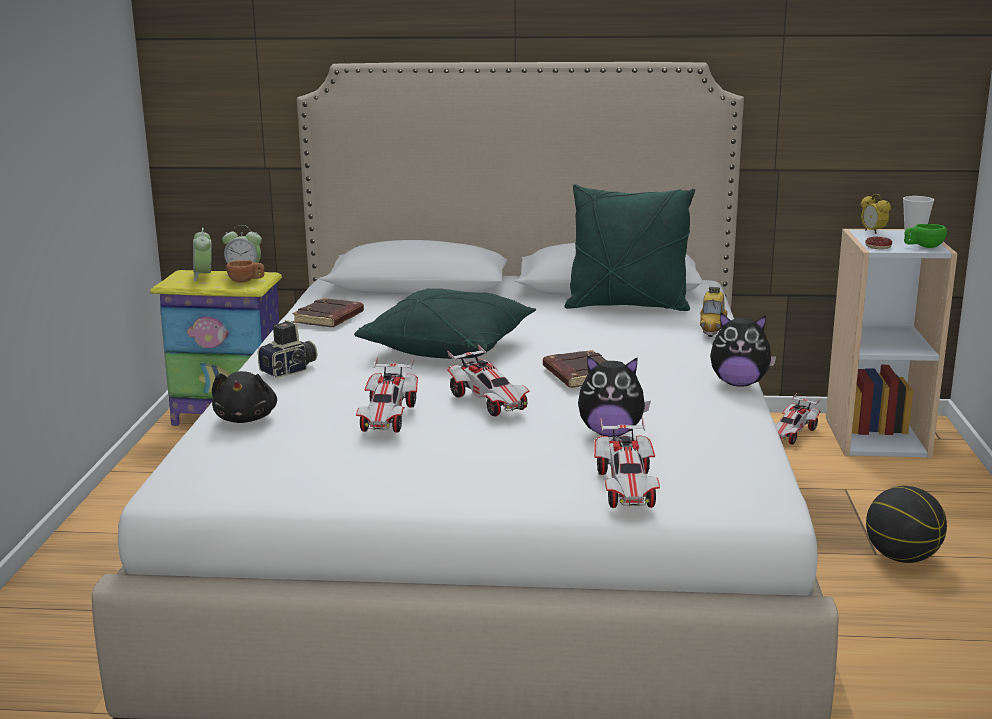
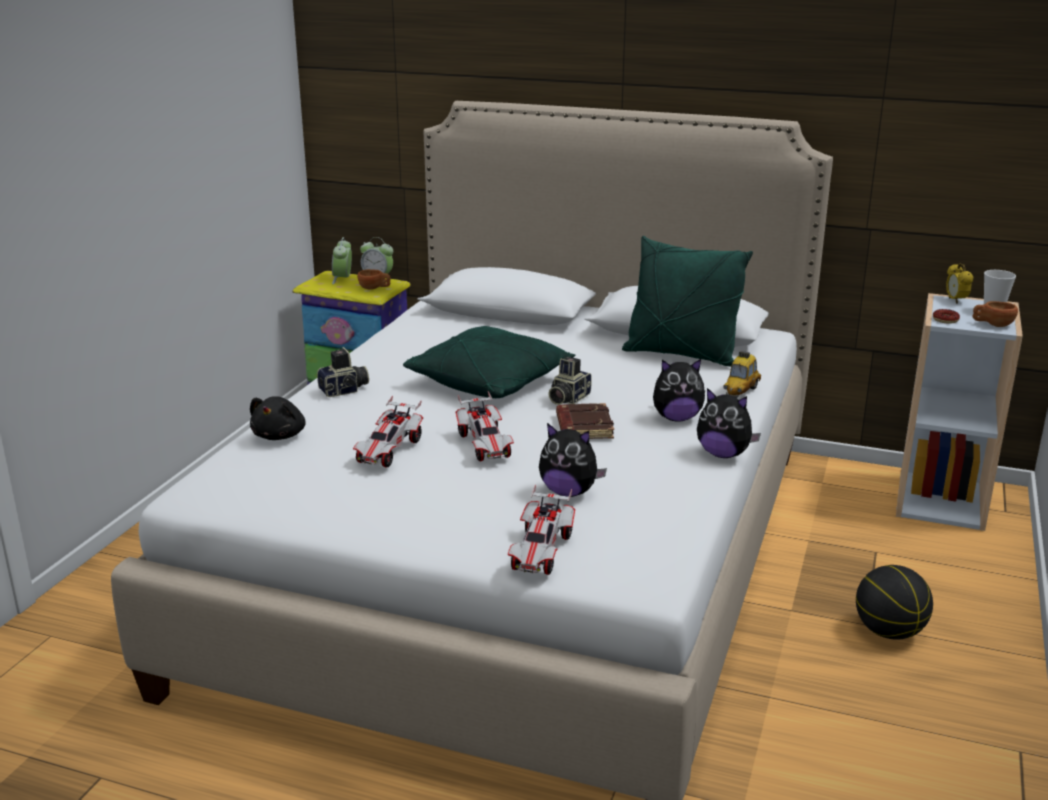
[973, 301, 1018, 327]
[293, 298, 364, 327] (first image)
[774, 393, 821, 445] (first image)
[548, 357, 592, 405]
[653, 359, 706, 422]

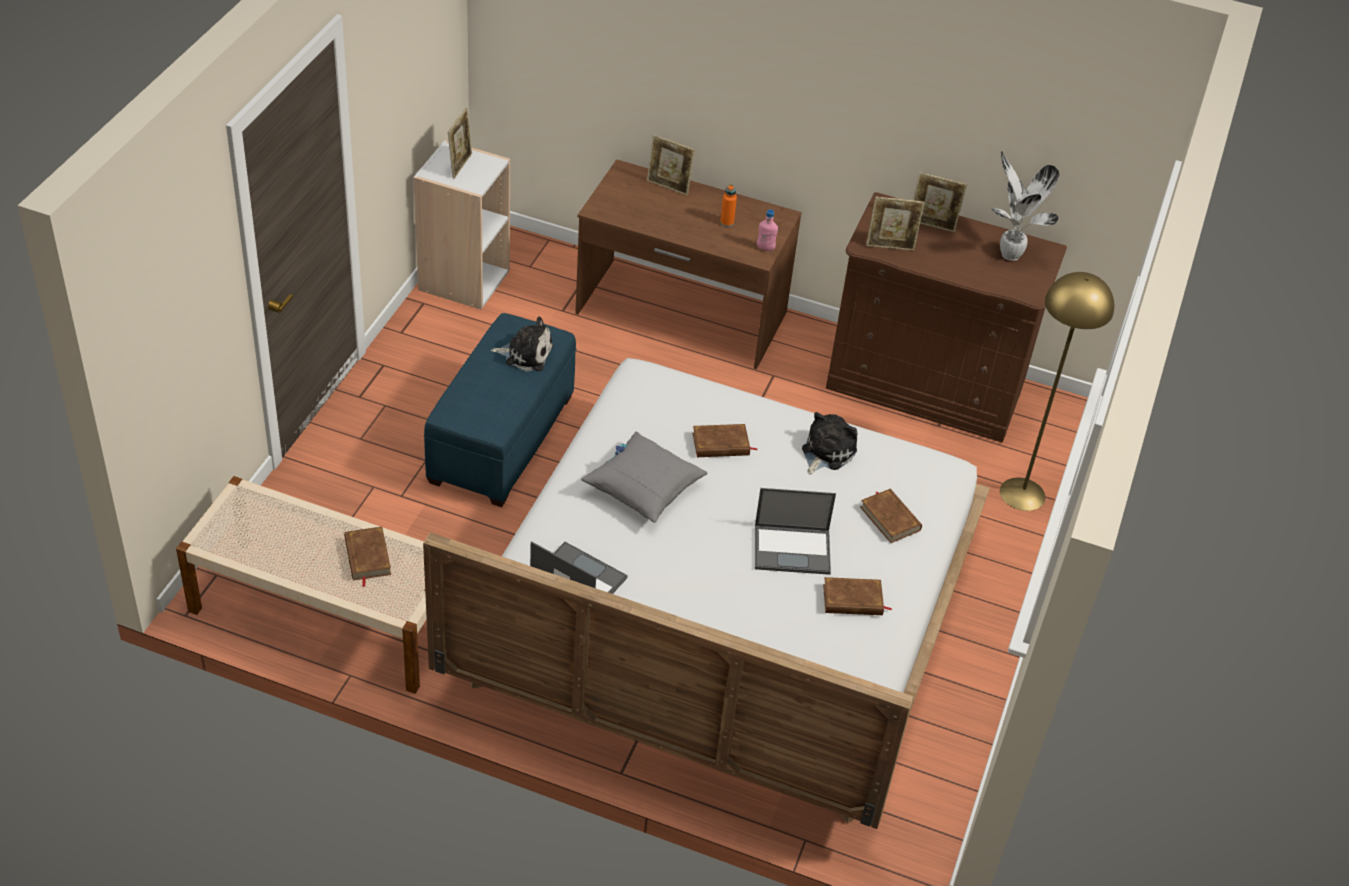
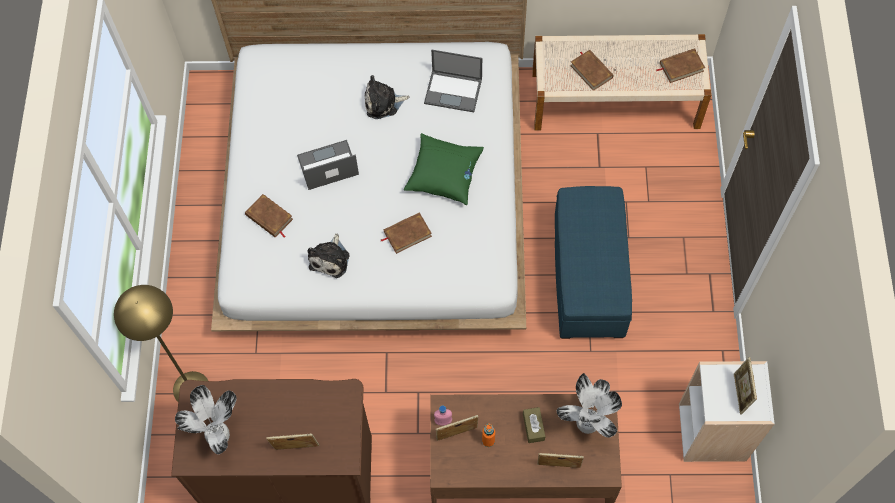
[436, 415, 478, 441]
[365, 75, 410, 119]
[404, 133, 484, 205]
[656, 48, 705, 83]
[557, 373, 622, 438]
[523, 407, 545, 443]

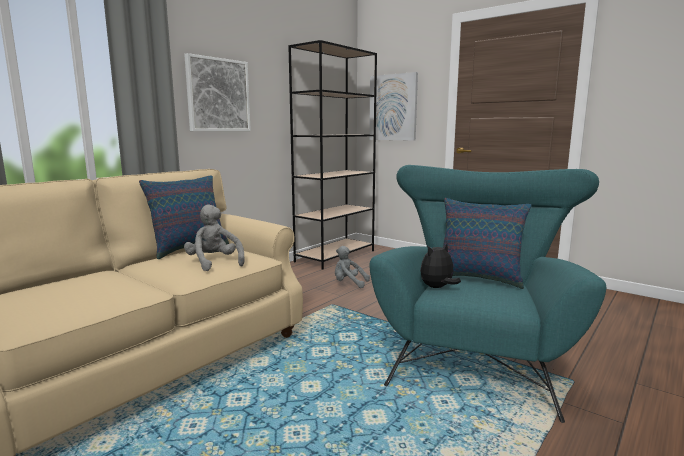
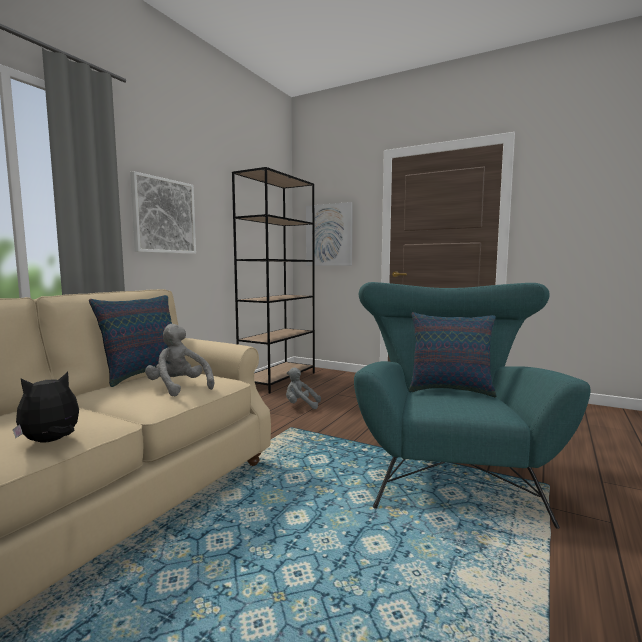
[13, 372, 79, 443]

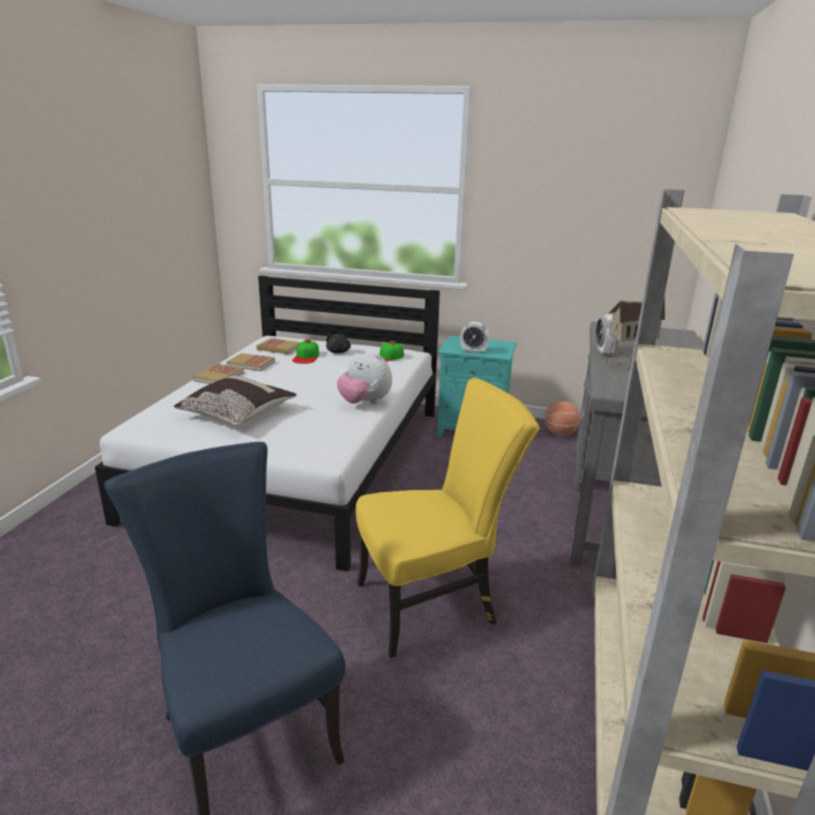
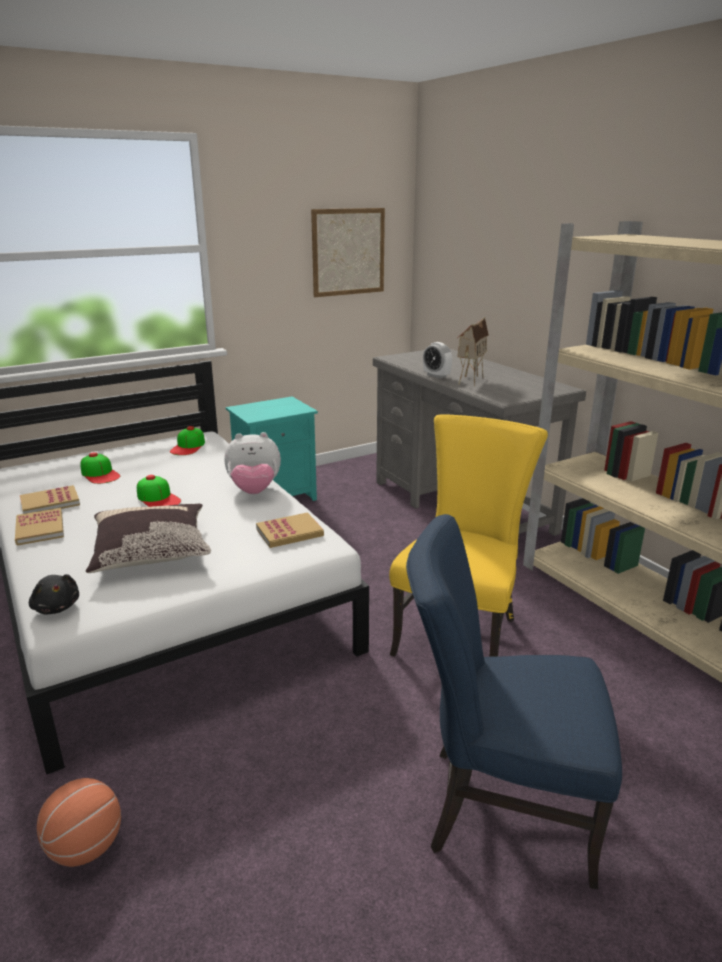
[460, 322, 489, 354] (first image)
[29, 574, 79, 615]
[256, 512, 324, 548]
[37, 778, 121, 867]
[311, 207, 385, 297]
[137, 475, 181, 507]

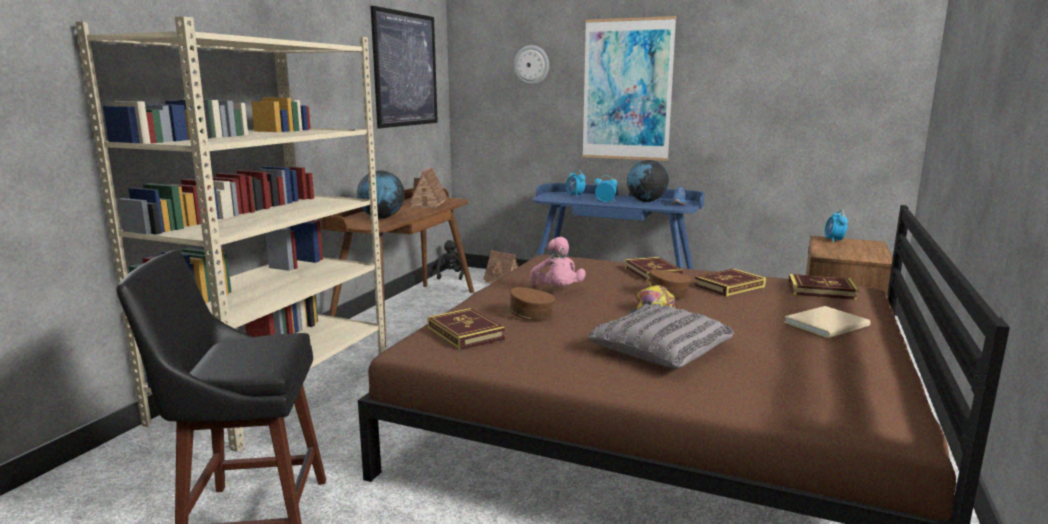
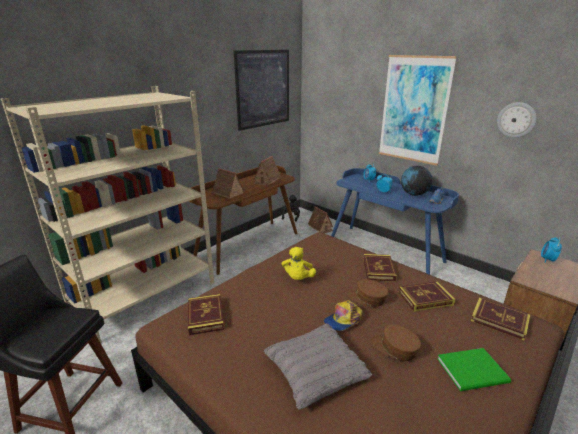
[497, 102, 537, 138]
[211, 168, 244, 199]
[282, 247, 316, 280]
[372, 324, 421, 361]
[437, 348, 511, 391]

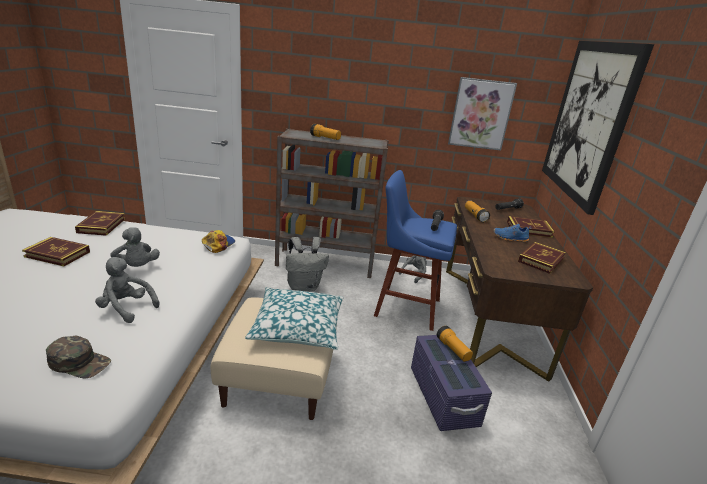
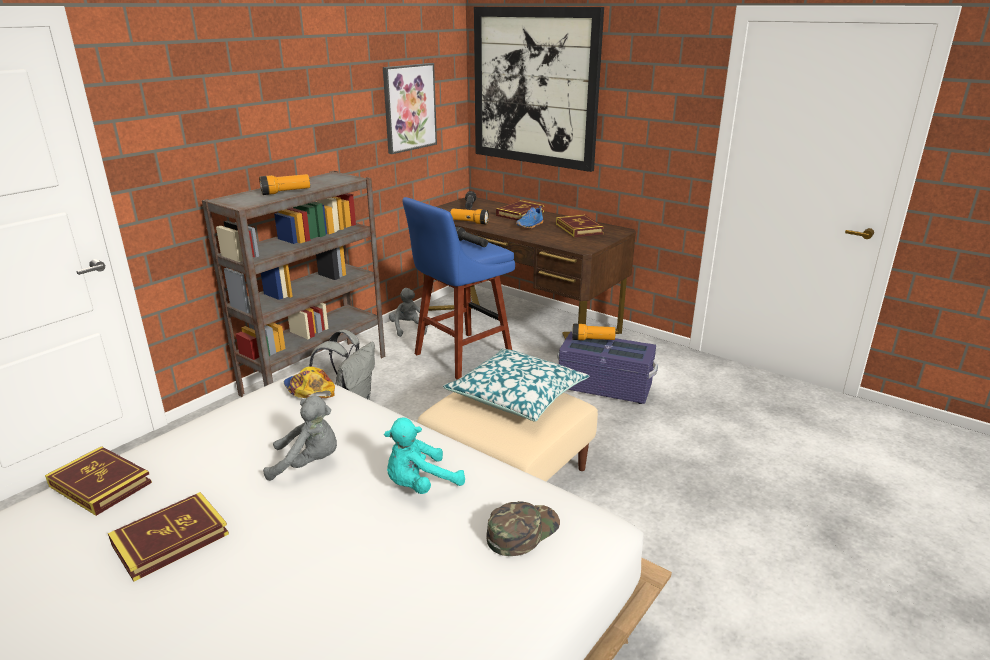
[384, 417, 465, 494]

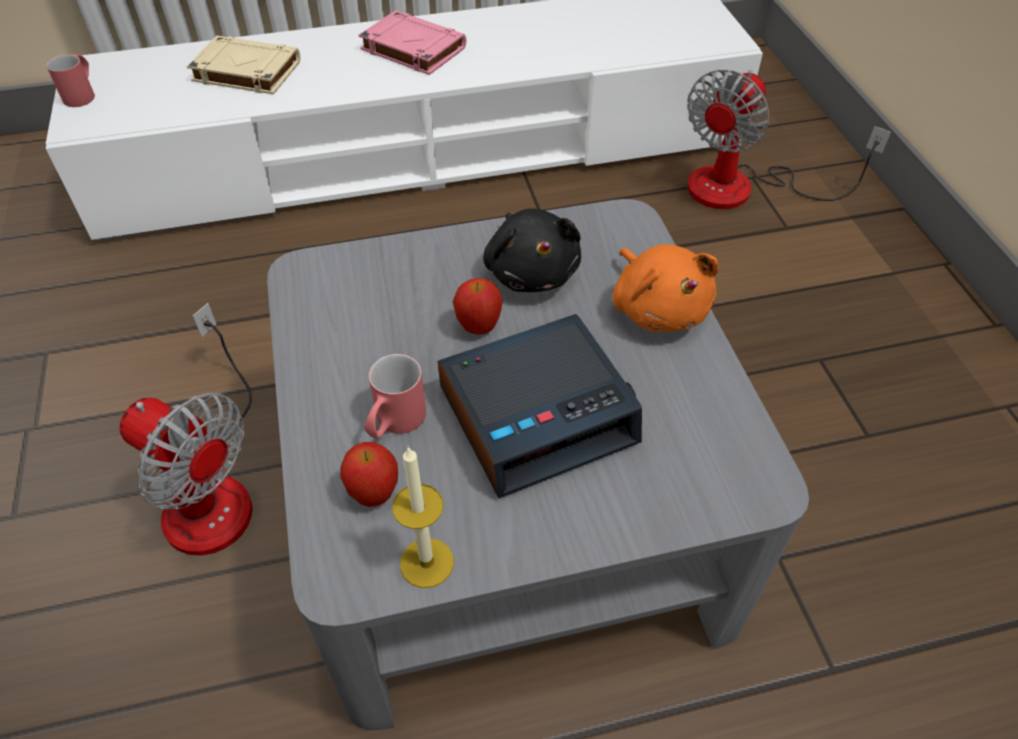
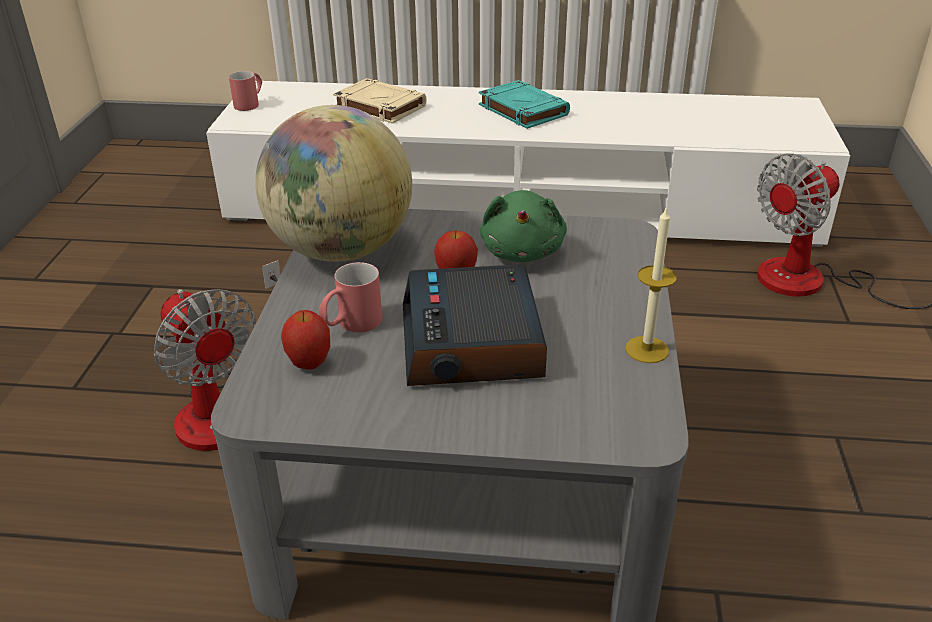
[479, 80, 570, 129]
[480, 190, 567, 262]
[613, 244, 719, 332] (first image)
[403, 265, 547, 386]
[625, 206, 677, 363]
[255, 105, 412, 262]

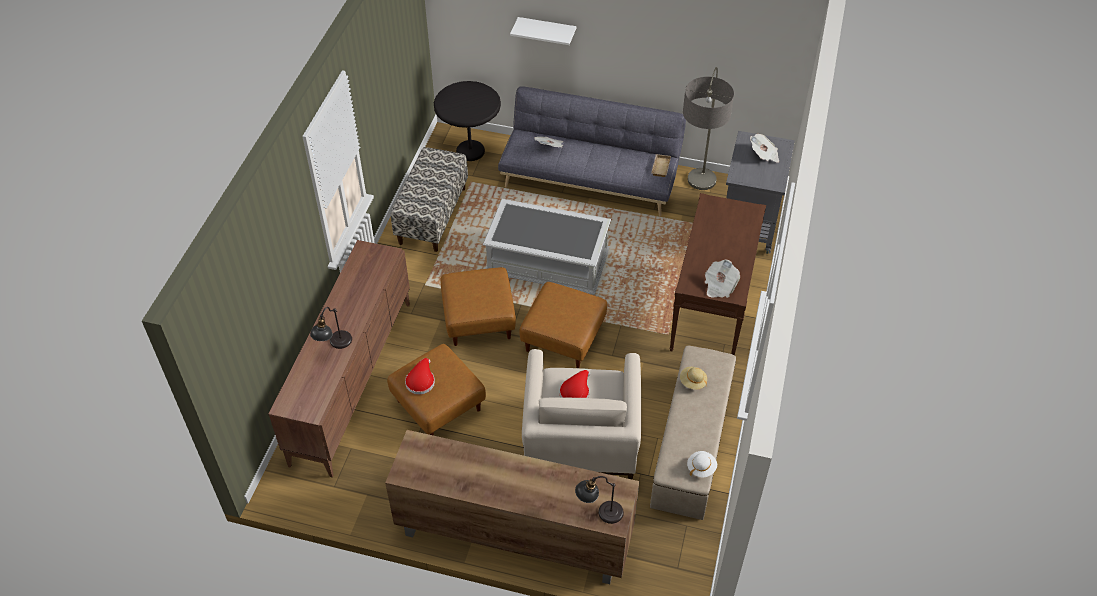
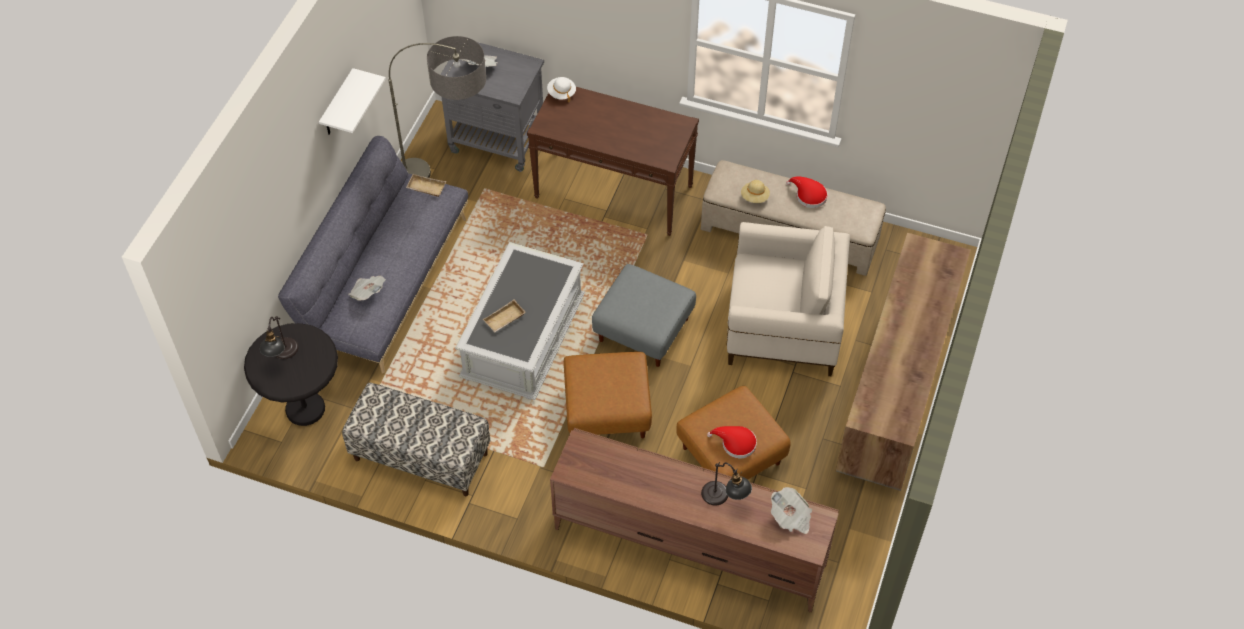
[319, 68, 386, 135]
[771, 487, 812, 534]
[592, 264, 696, 367]
[786, 176, 828, 208]
[547, 77, 576, 102]
[260, 316, 298, 359]
[483, 299, 526, 333]

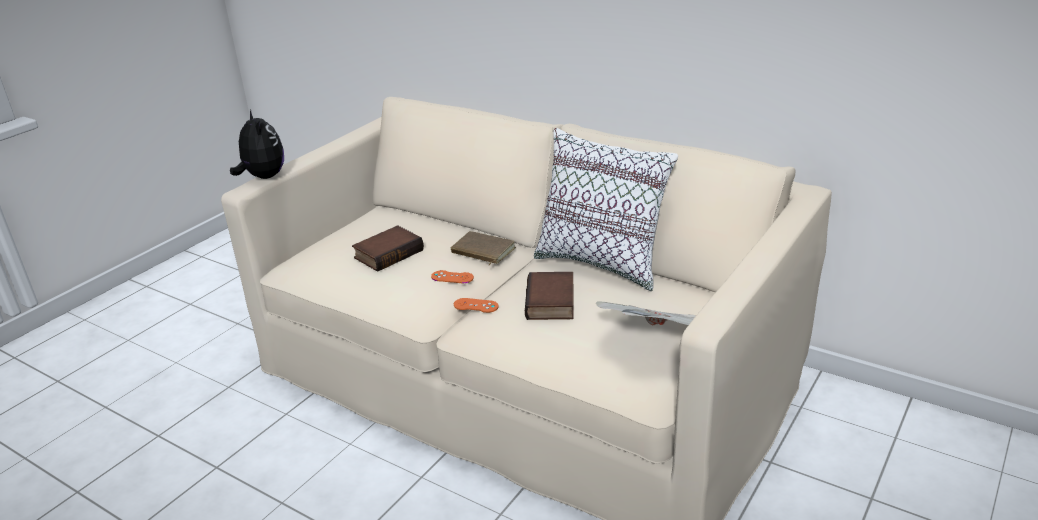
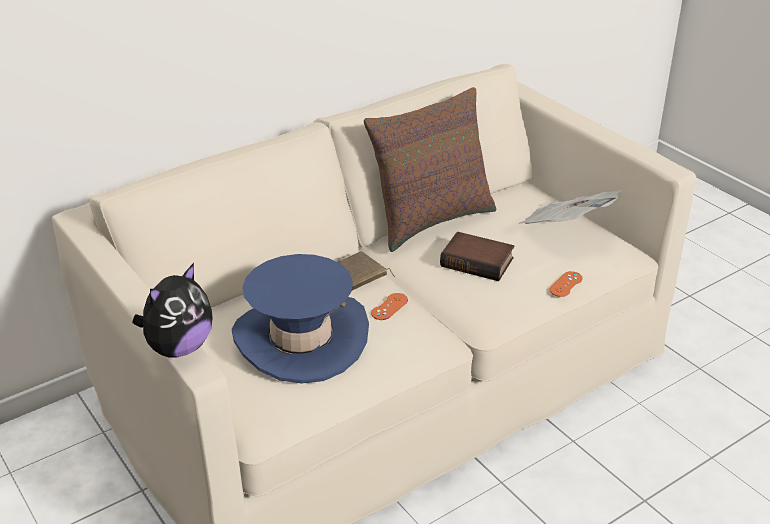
[132, 263, 213, 357]
[364, 87, 496, 252]
[232, 254, 369, 383]
[549, 271, 583, 297]

